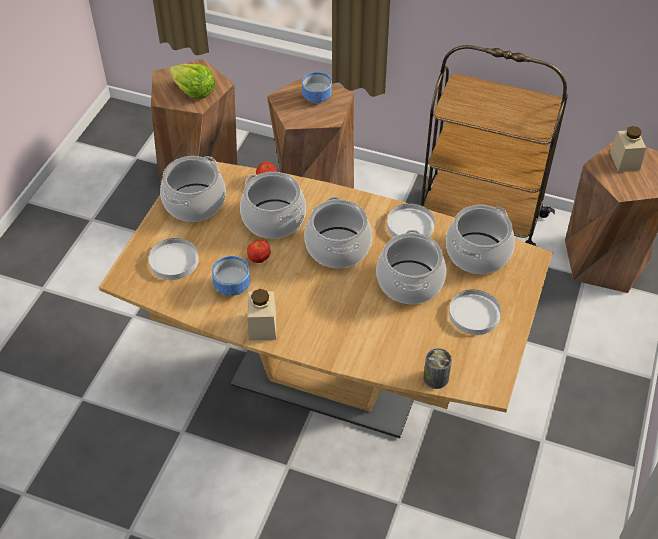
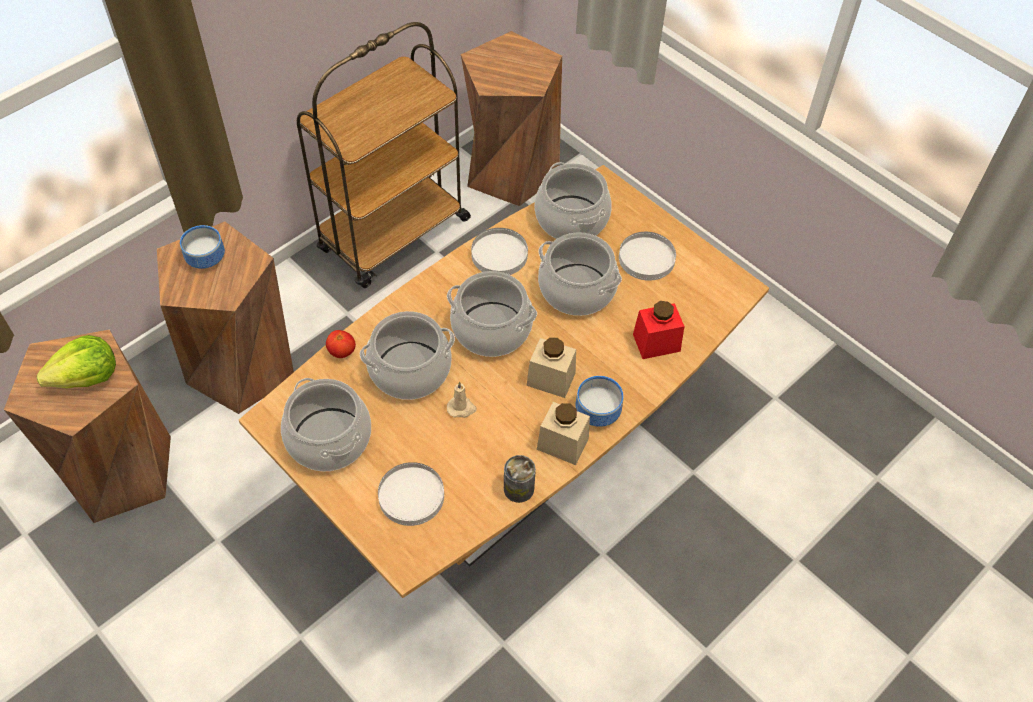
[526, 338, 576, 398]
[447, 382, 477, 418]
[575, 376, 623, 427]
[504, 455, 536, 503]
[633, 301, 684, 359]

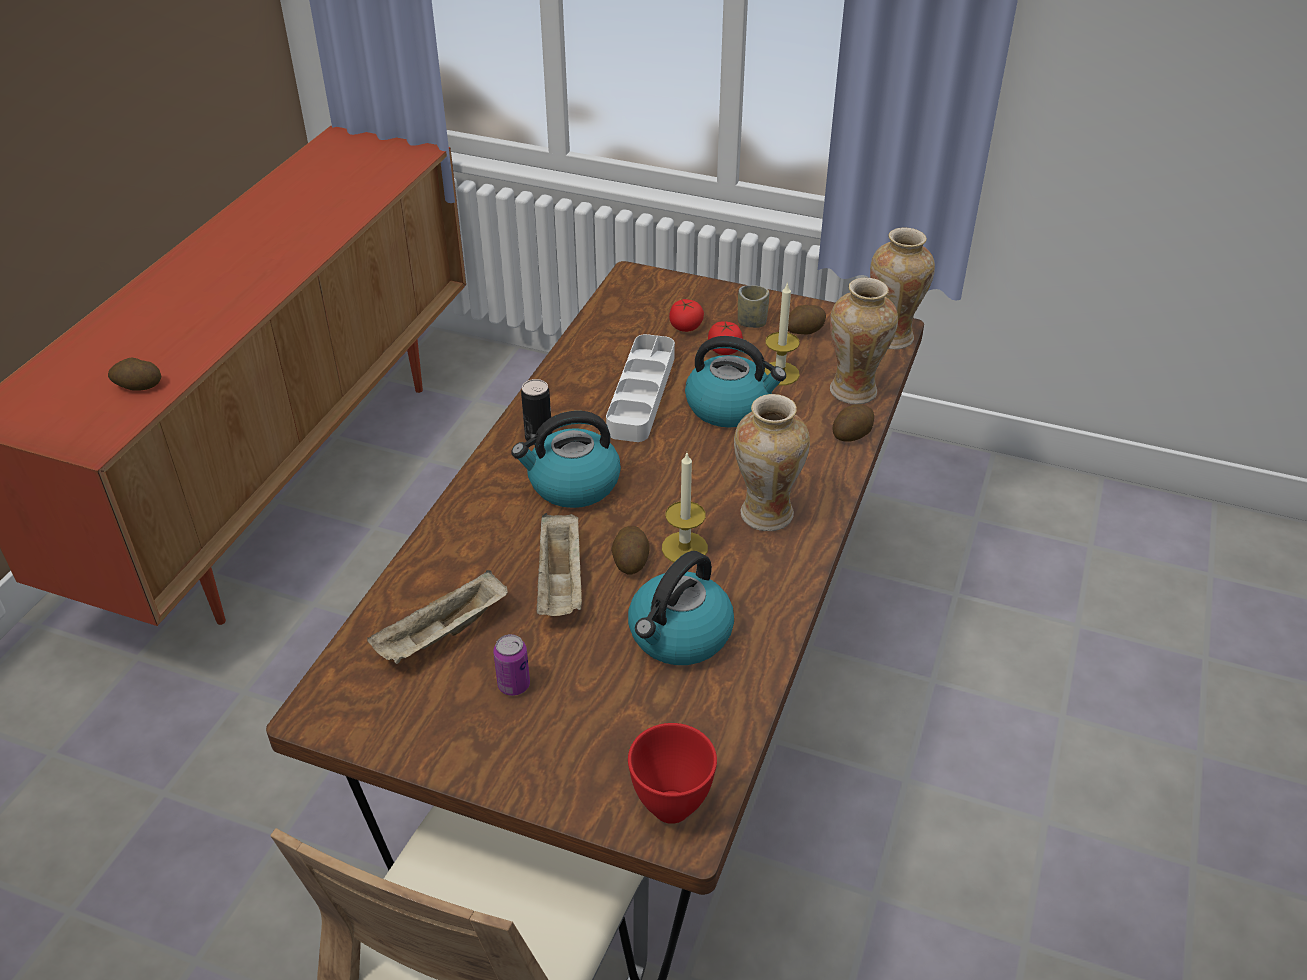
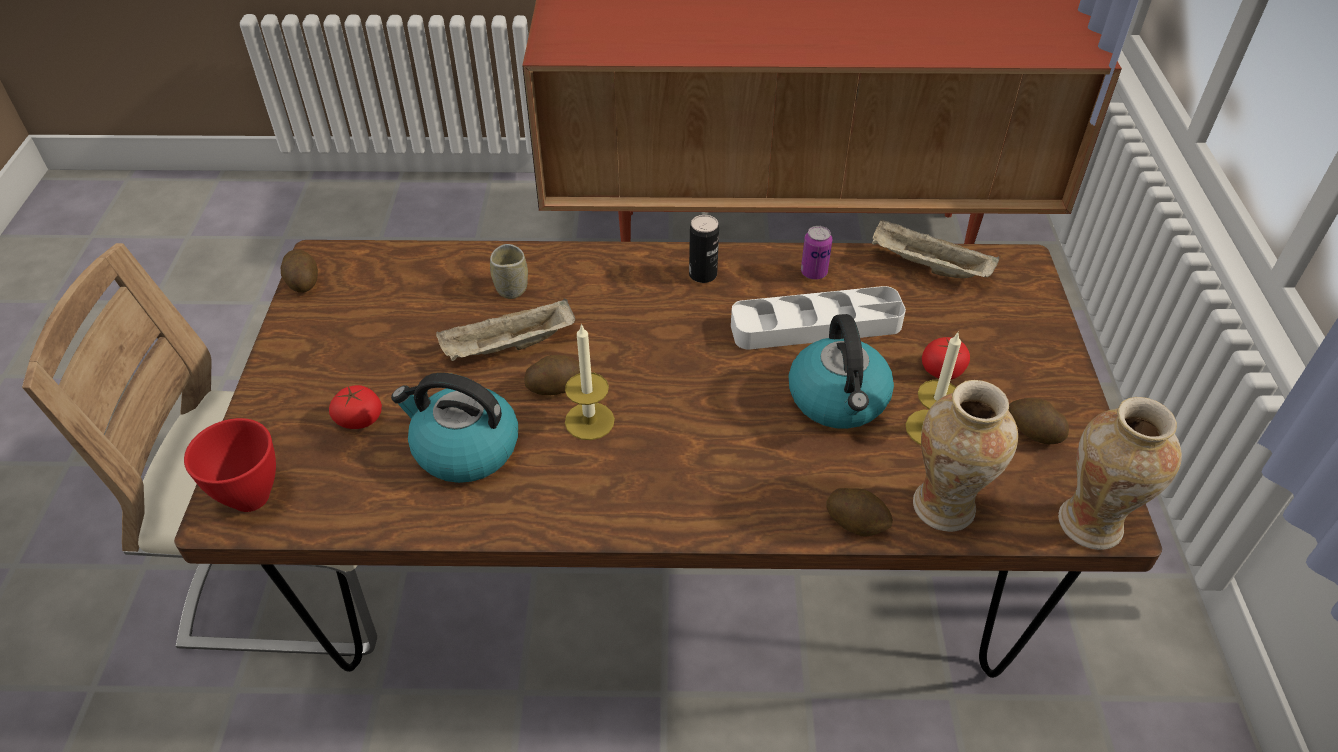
[490, 244, 528, 299]
[329, 385, 382, 429]
[281, 249, 318, 293]
[734, 394, 810, 531] (first image)
[511, 411, 621, 508] (first image)
[872, 219, 999, 278]
[801, 226, 833, 280]

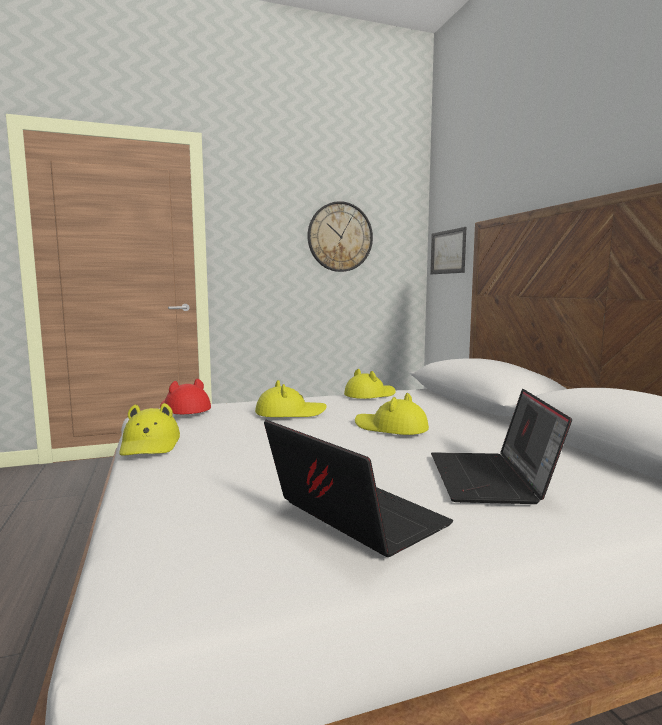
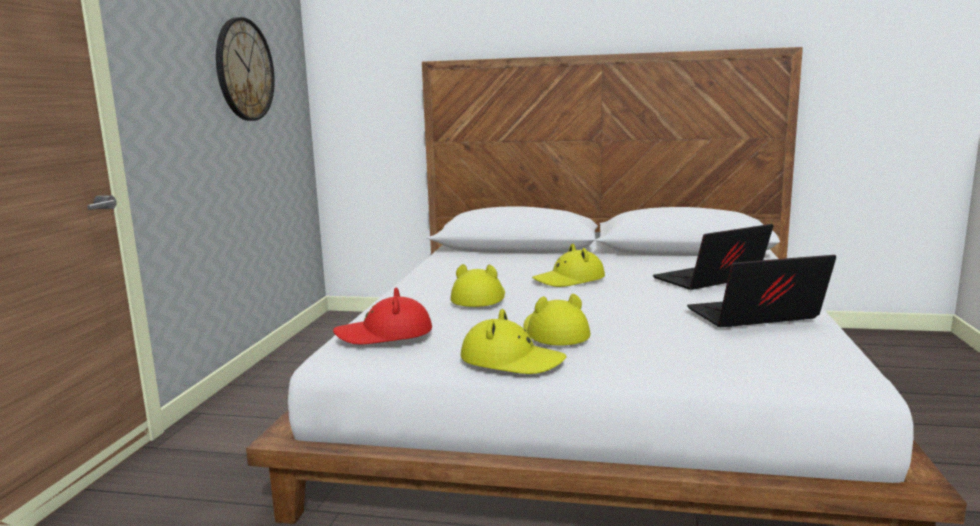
[430, 227, 466, 274] (first image)
[523, 294, 590, 345]
[652, 224, 773, 290]

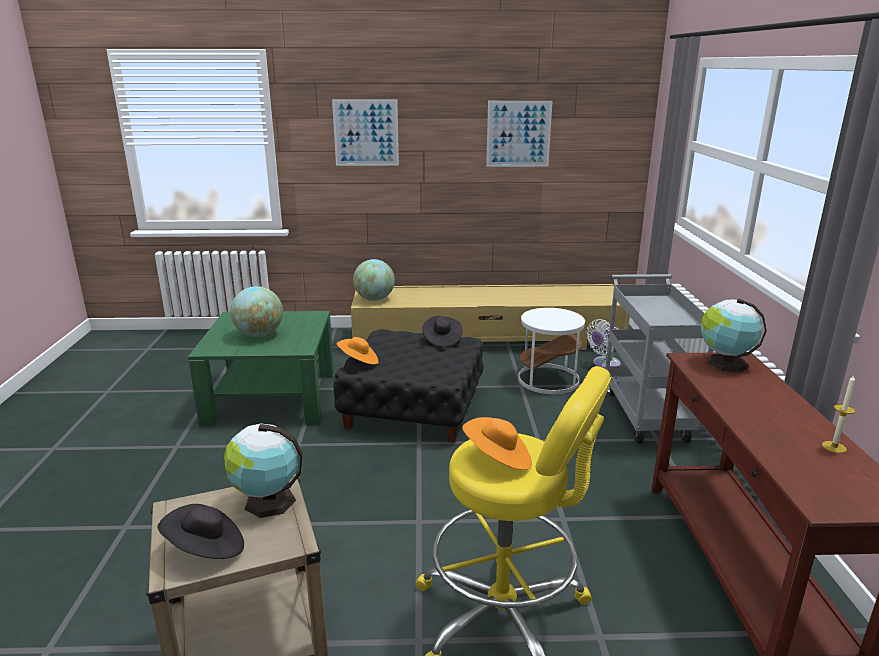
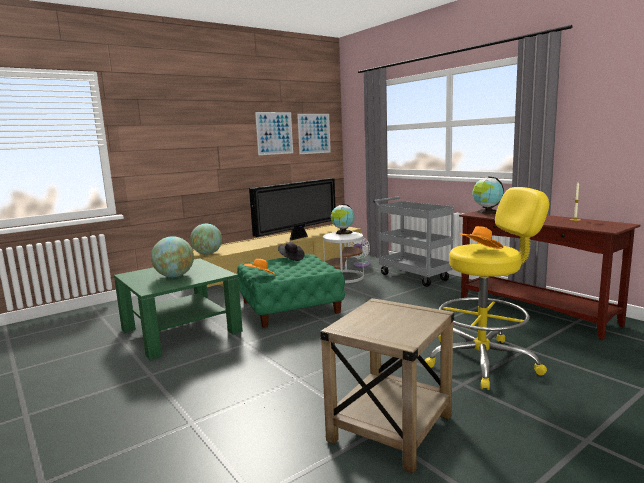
[297, 114, 331, 154]
[237, 254, 345, 328]
[331, 204, 355, 235]
[158, 504, 244, 559] (first image)
[249, 178, 335, 241]

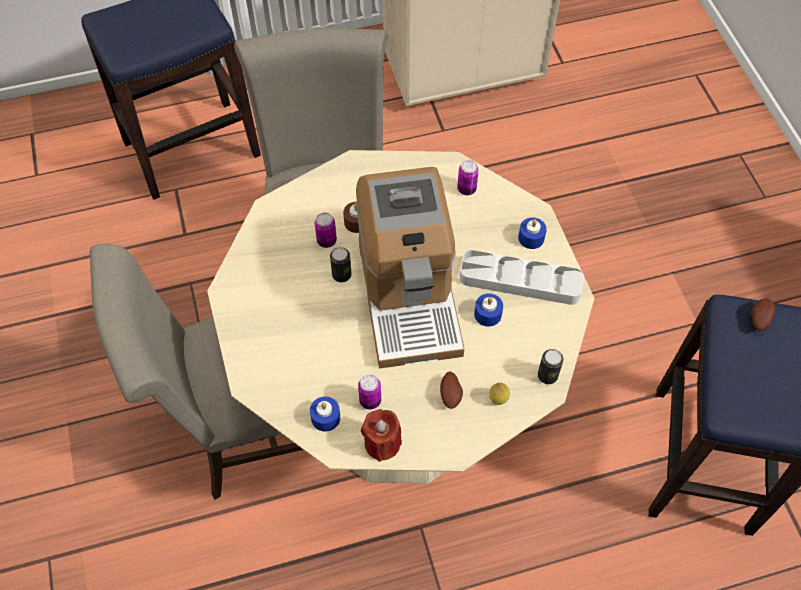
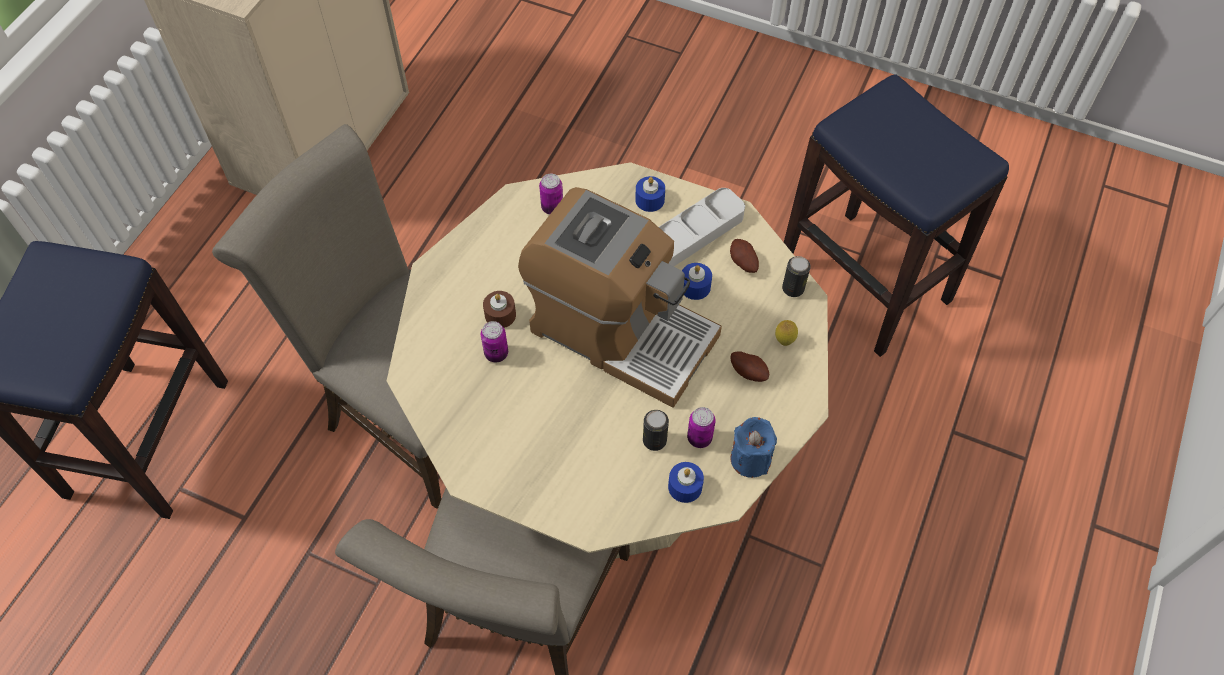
[643, 410, 669, 451]
[730, 239, 759, 273]
[730, 417, 777, 478]

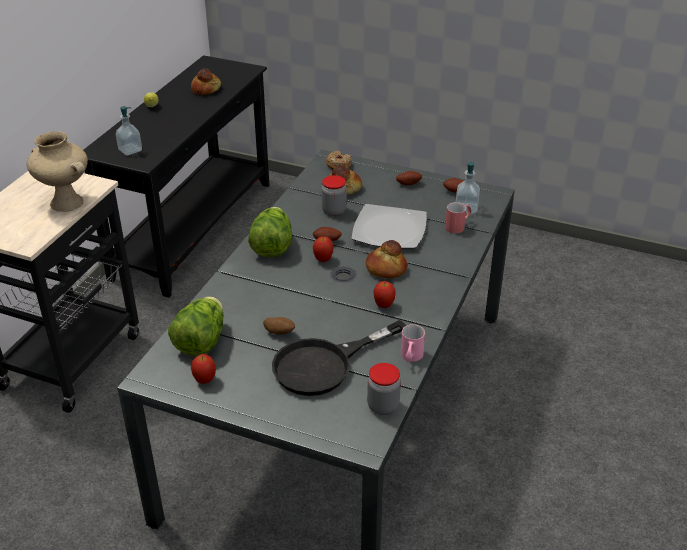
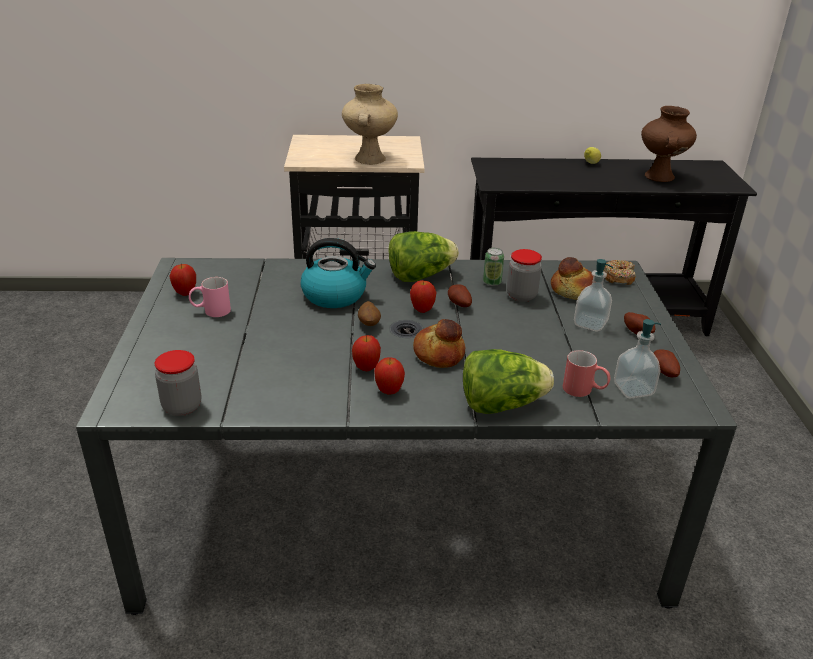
[641, 106, 697, 182]
[574, 259, 613, 332]
[351, 204, 427, 249] (first image)
[463, 349, 554, 414]
[358, 301, 381, 326]
[272, 320, 406, 396] (first image)
[189, 277, 231, 317]
[300, 238, 376, 308]
[483, 248, 504, 286]
[374, 357, 405, 395]

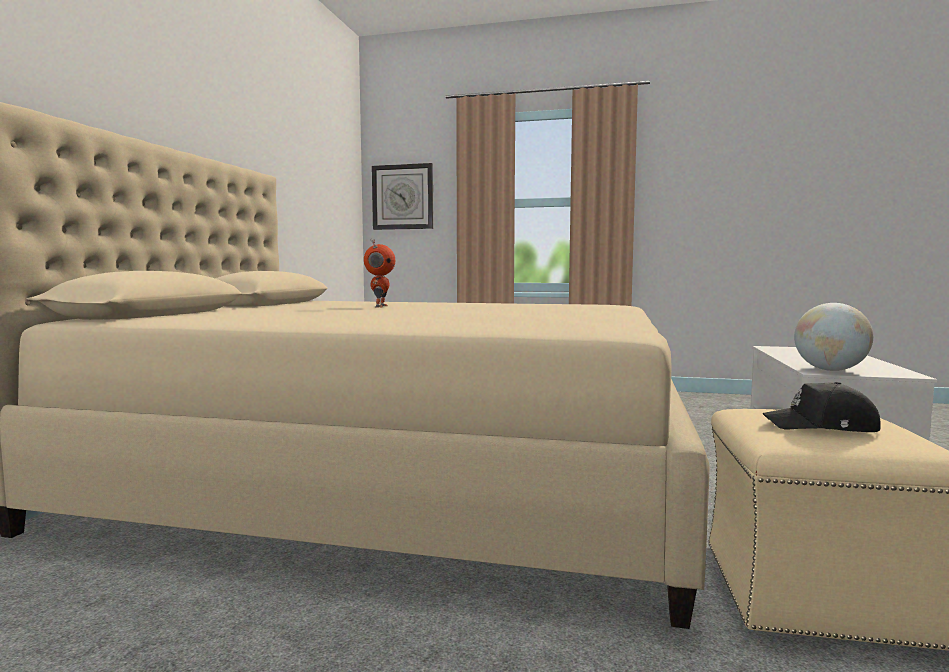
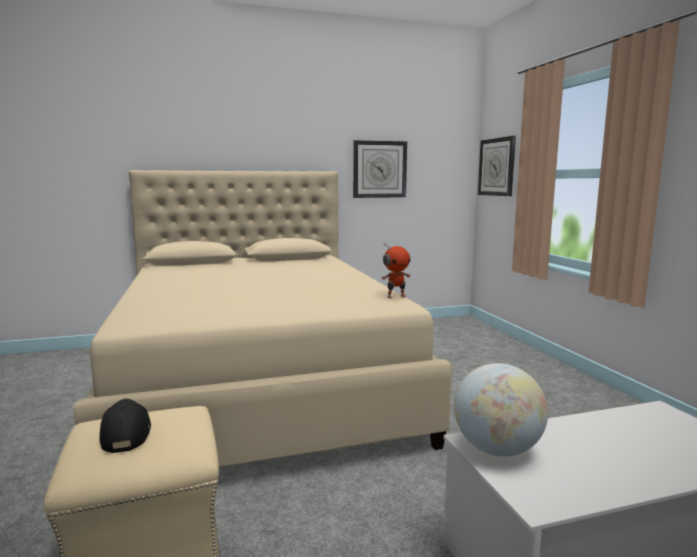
[382, 243, 411, 298]
[353, 140, 407, 198]

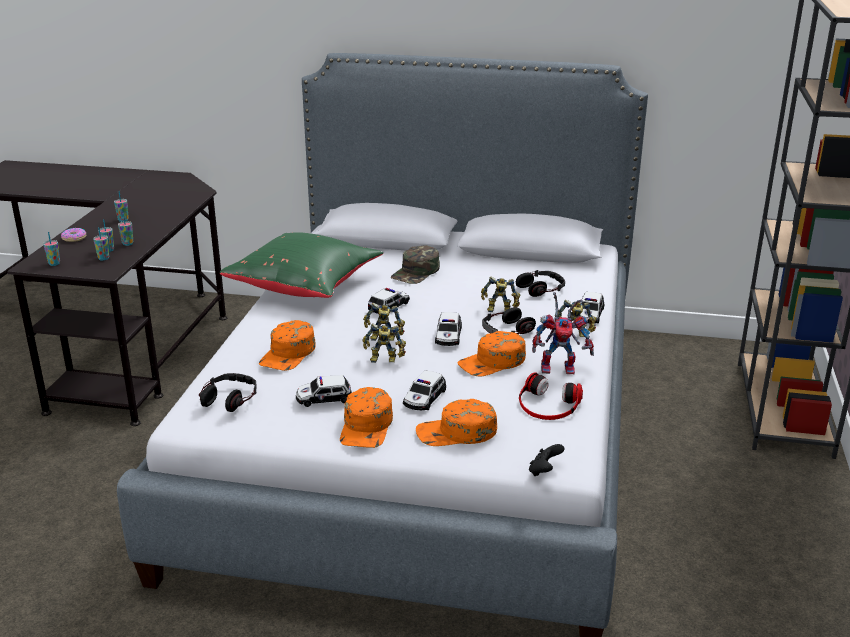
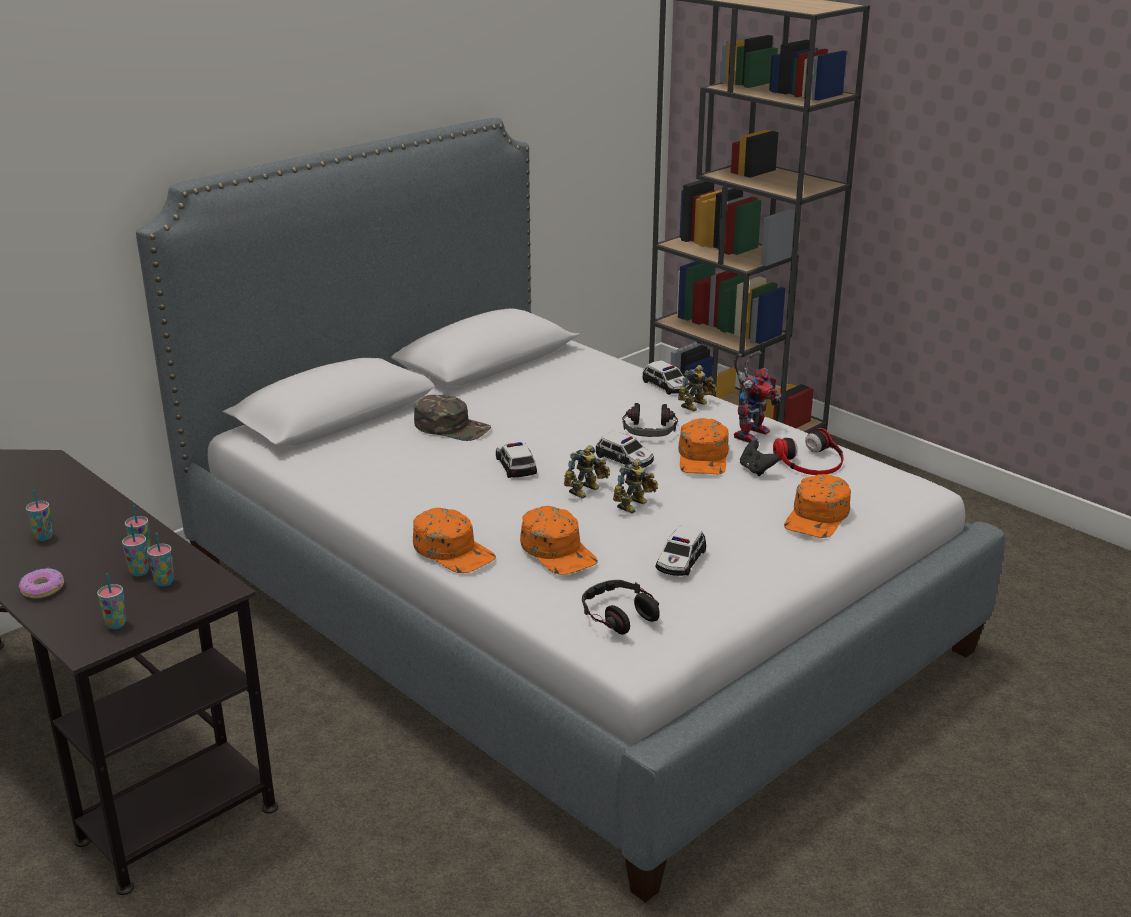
[220, 232, 383, 298] (first image)
[414, 395, 491, 441]
[516, 270, 565, 297] (first image)
[481, 276, 520, 312] (first image)
[403, 370, 446, 410] (first image)
[413, 508, 496, 573]
[740, 440, 780, 476]

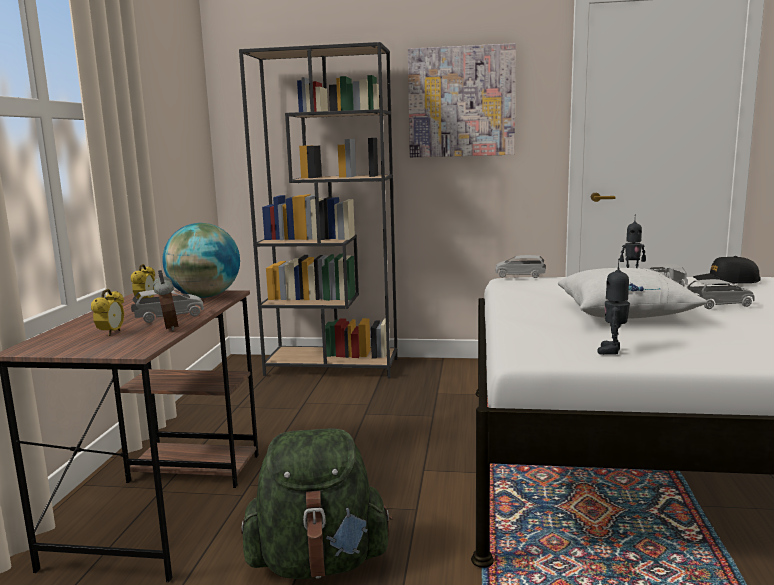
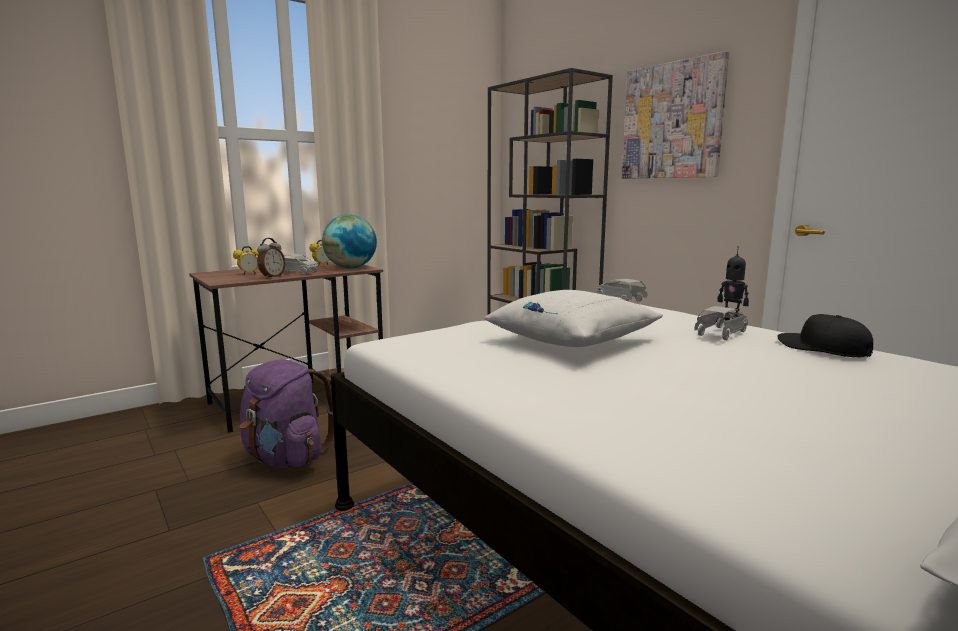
[597, 258, 630, 355] (first image)
[687, 279, 755, 309] (first image)
[240, 359, 334, 468]

